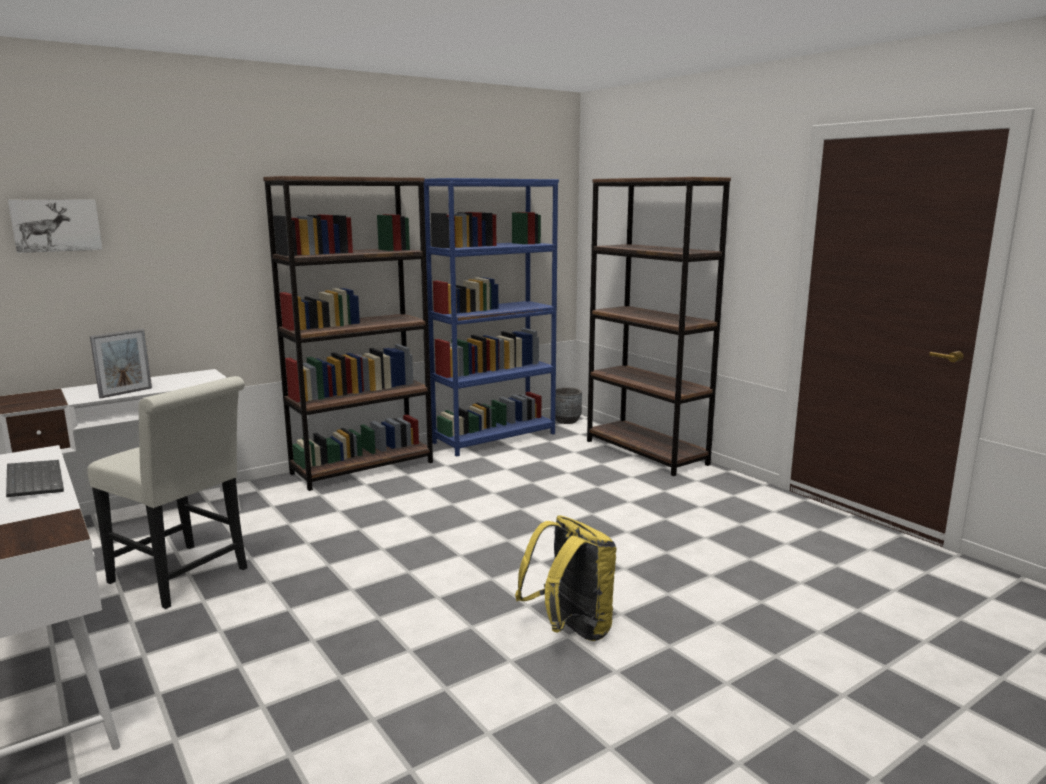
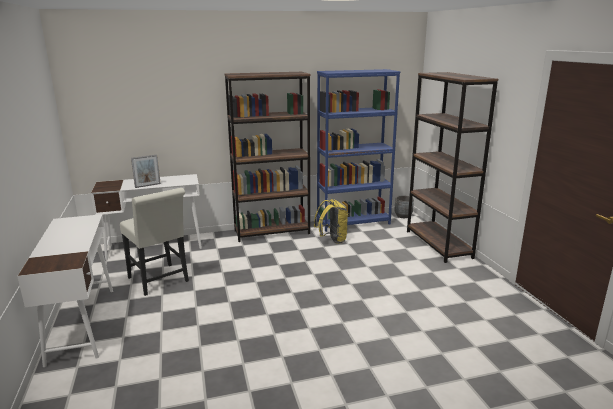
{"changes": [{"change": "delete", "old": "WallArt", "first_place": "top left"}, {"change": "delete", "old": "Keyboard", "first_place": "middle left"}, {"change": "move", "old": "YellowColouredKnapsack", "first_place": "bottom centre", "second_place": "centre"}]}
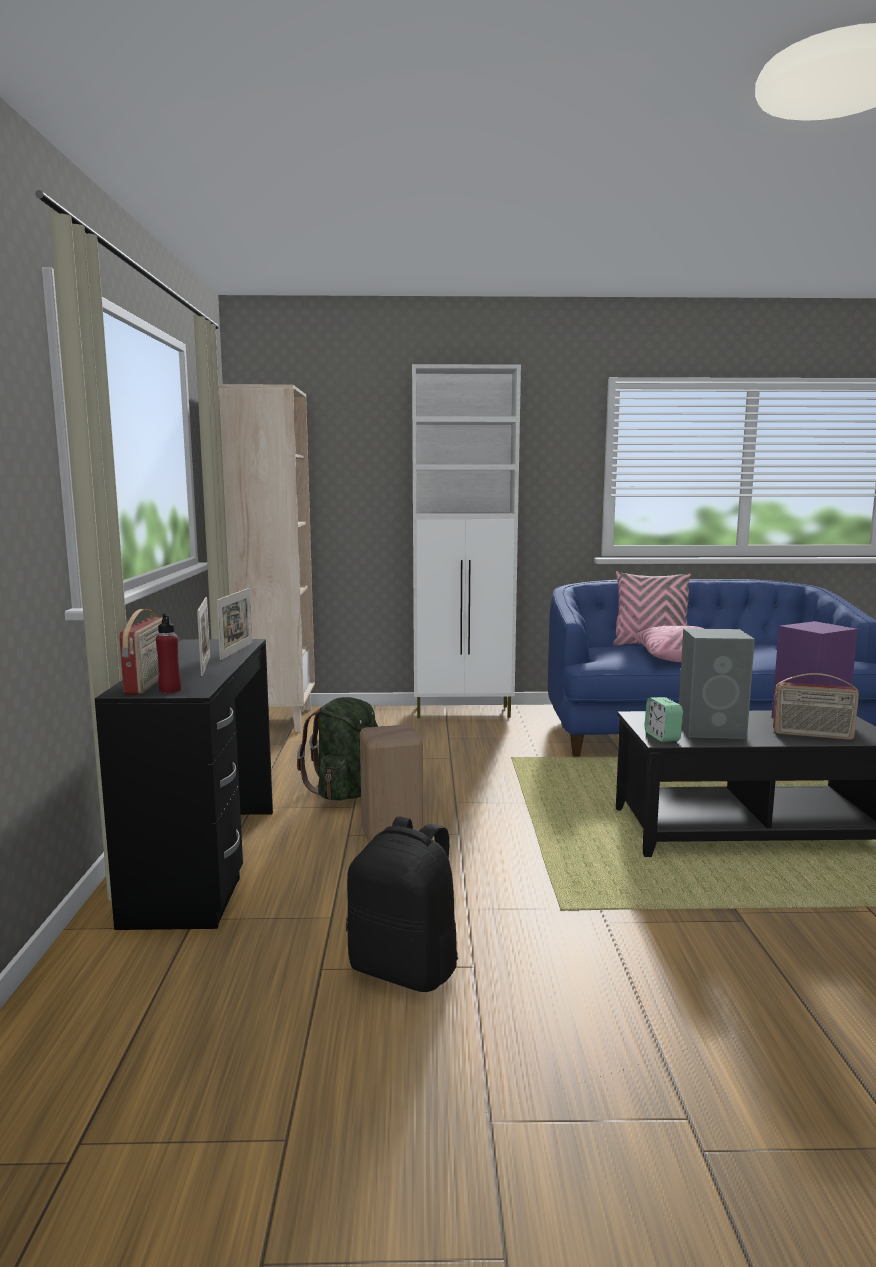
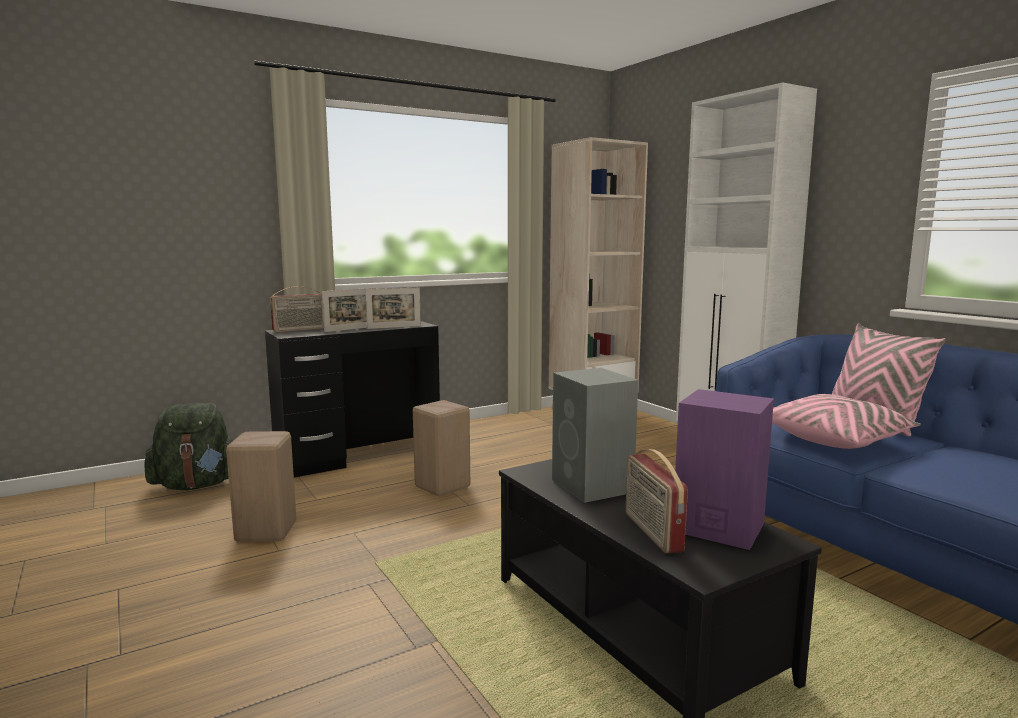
{"changes": [{"change": "delete", "old": "ReddishBottle", "first_place": "middle left"}, {"change": "move", "old": "GreenishKnapsack", "first_place": "centre", "second_place": "middle left"}, {"change": "delete", "old": "TableClock", "first_place": "middle right"}, {"change": "replace", "old": "BlackishKnapsack", "new": "BeigeSittingStool (1st from left)", "first_place": "bottom centre", "second_place": "bottom left"}]}
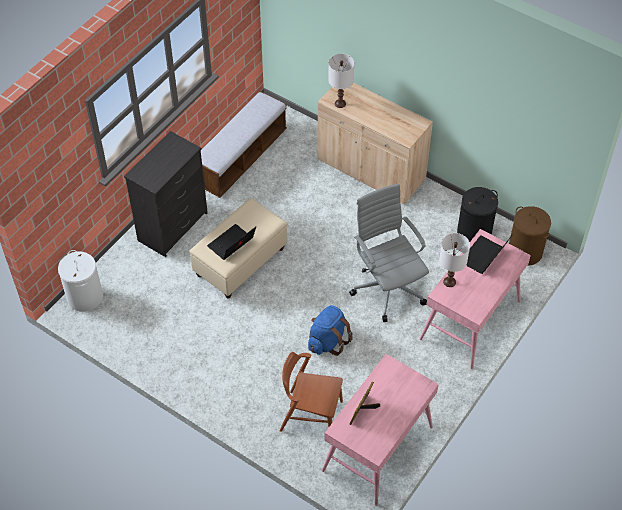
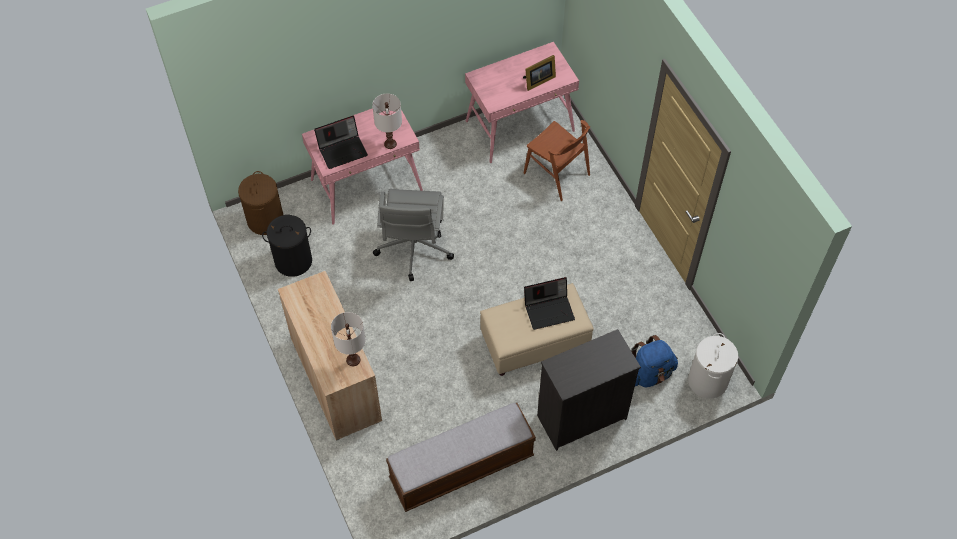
{"changes": [{"change": "move", "old": "BluishKnapsack", "first_place": "centre", "second_place": "bottom right"}]}
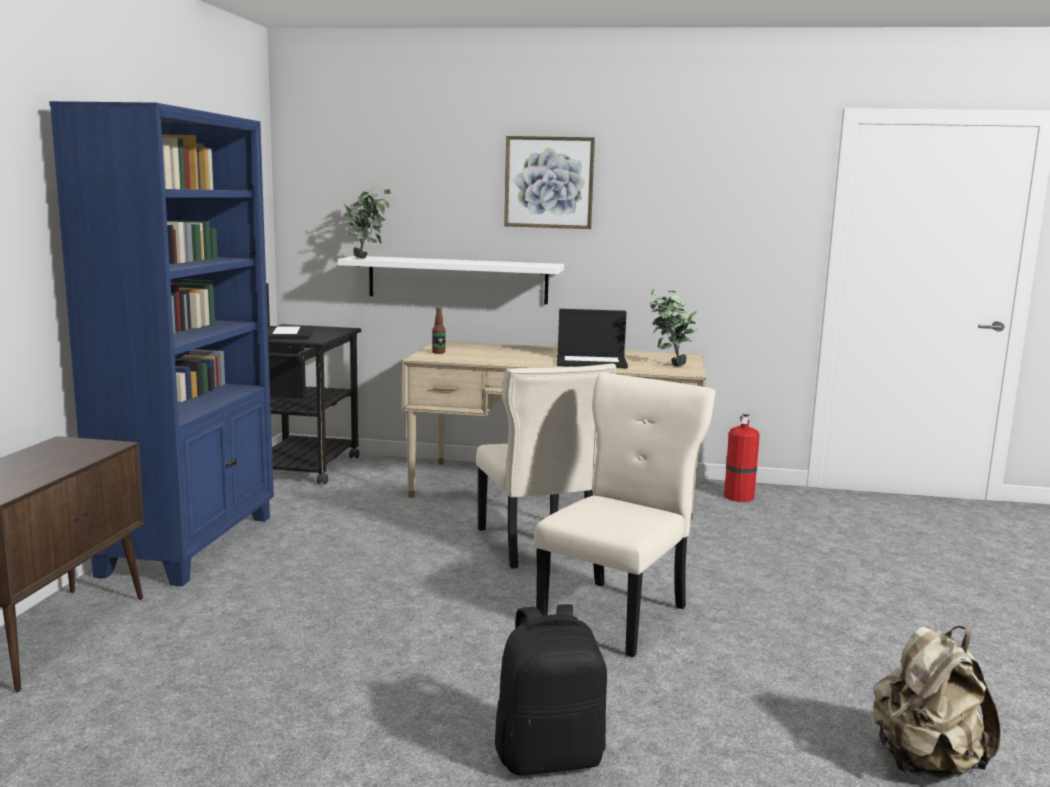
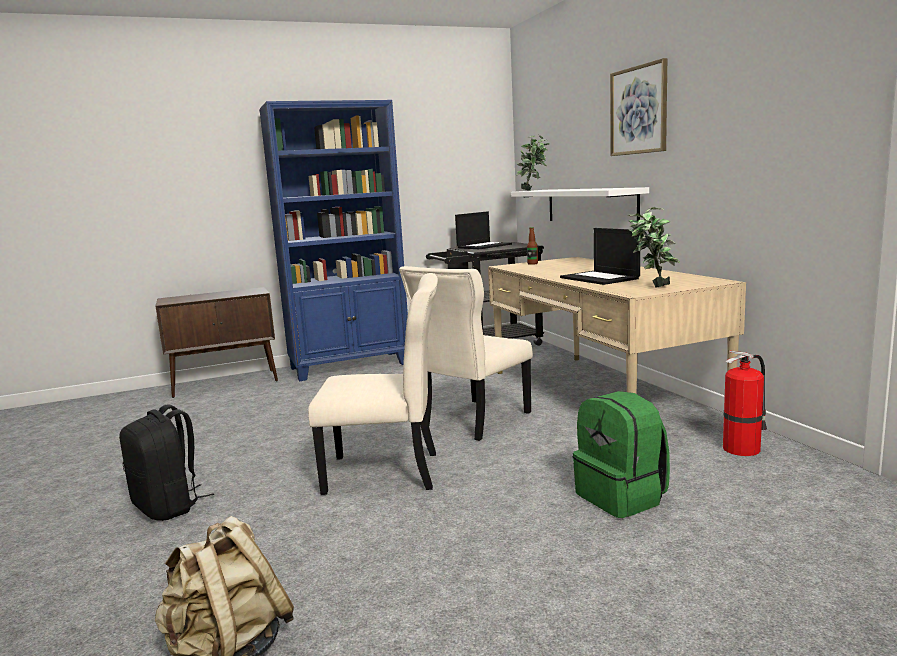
{"changes": [{"change": "insert", "new": "GreenishKnapsack", "second_place": "bottom right"}]}
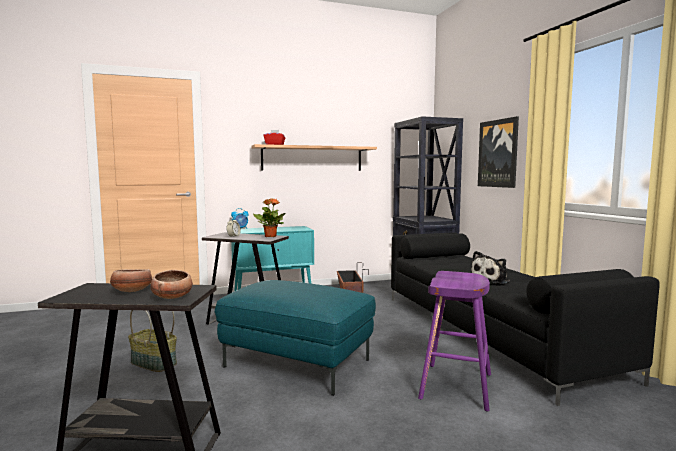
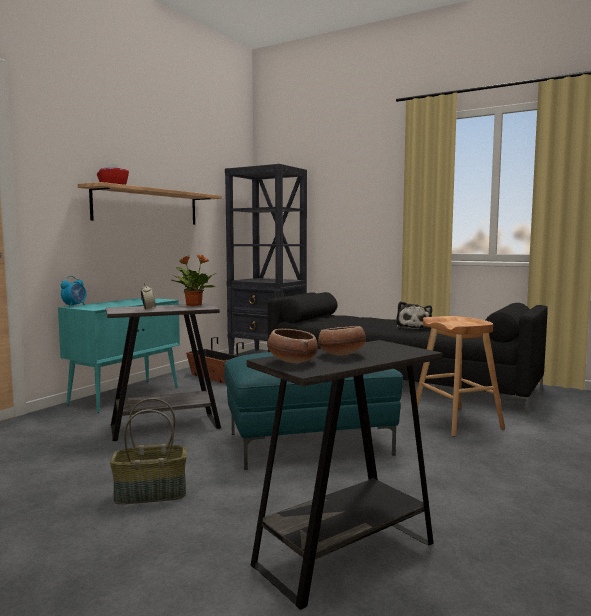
{"changes": [{"change": "delete", "old": "WallArt", "first_place": "middle right"}, {"change": "move", "old": "Bowl (2nd from left in the first image)", "new": "Bowl (1st from left)", "first_place": "middle left", "second_place": "centre"}, {"change": "recolor", "old": "PurpleColouredSittingStool", "new": "BrownishSittingStool", "first_place": "bottom right", "second_place": "middle right"}]}
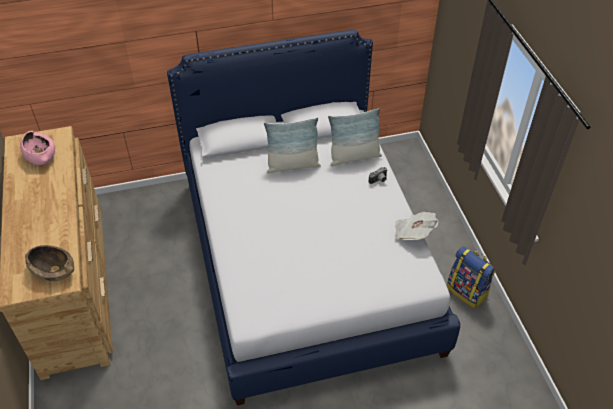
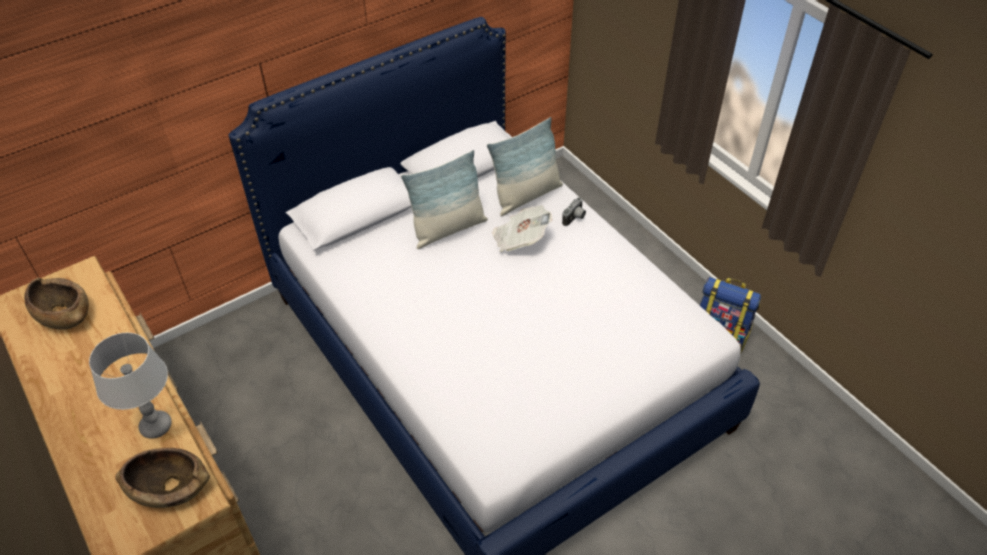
{"changes": [{"change": "recolor", "old": "PinkColouredBowl", "new": "BrownishBowl (1st from left)", "first_place": "middle left", "second_place": "middle left"}, {"change": "move", "old": "DailyPaper", "first_place": "middle right", "second_place": "centre"}, {"change": "insert", "new": "GreyTabletopLamp", "second_place": "bottom left"}]}
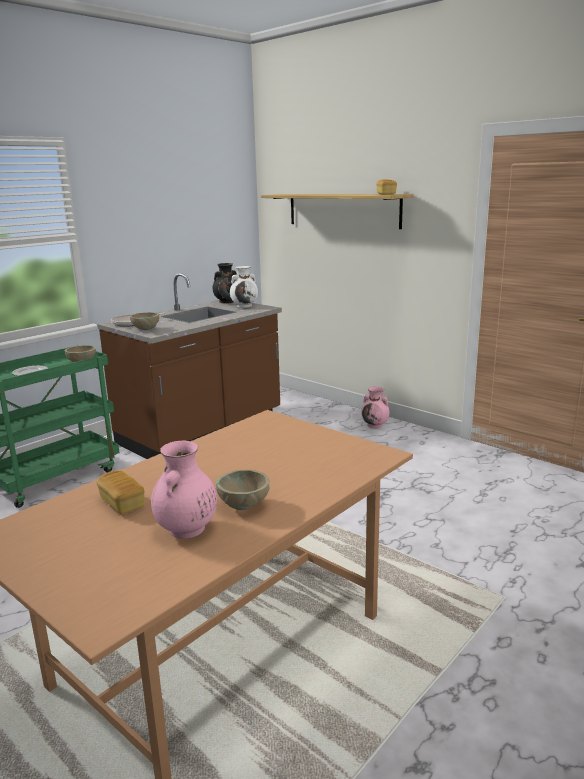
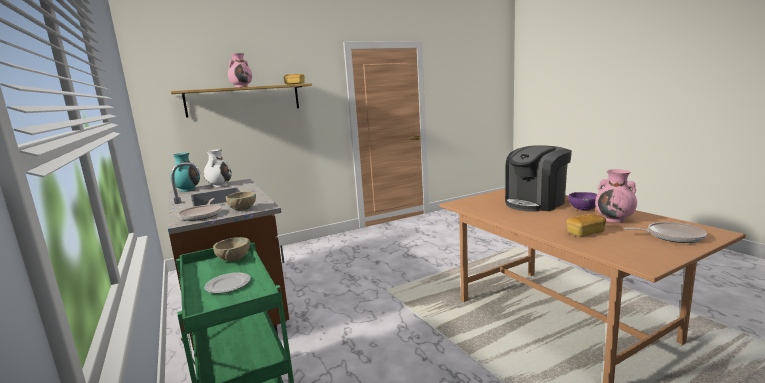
{"changes": [{"change": "recolor", "old": "BlackishFlowerVase", "new": "TurquoiseColouredFlowerVase", "first_place": "centre", "second_place": "middle left"}, {"change": "move", "old": "PinkColouredFlowerVase (2nd from left in the first image)", "new": "PinkColouredFlowerVase (1st from left)", "first_place": "centre", "second_place": "top left"}, {"change": "recolor", "old": "BeigeBowl (3rd from left)", "new": "PurpleColouredBowl", "first_place": "centre", "second_place": "middle right"}, {"change": "insert", "new": "CoffeeBrewer", "second_place": "middle right"}, {"change": "insert", "new": "FryingPan (2nd from left)", "second_place": "middle right"}]}
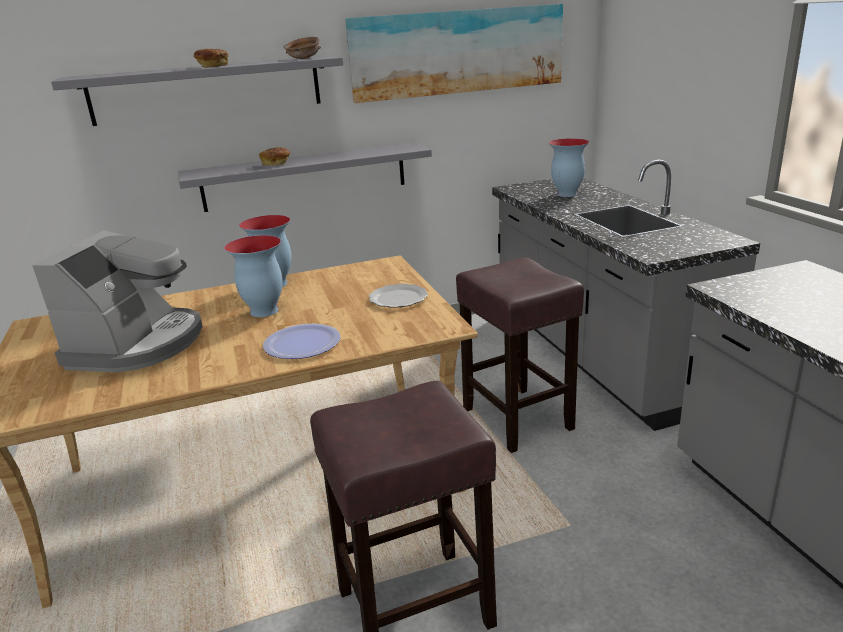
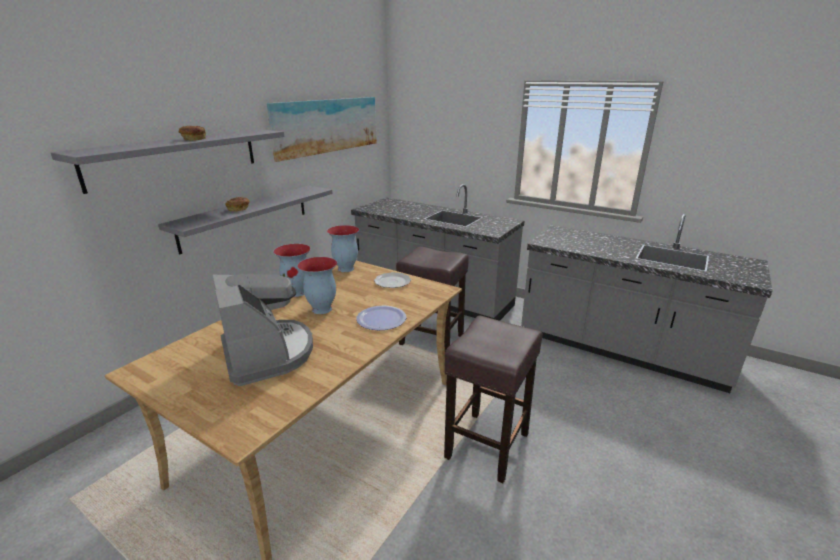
{"changes": [{"change": "delete", "old": "BrownishBowl", "first_place": "top centre"}, {"change": "move", "old": "FlowerVase (3rd from left)", "first_place": "top right", "second_place": "centre"}]}
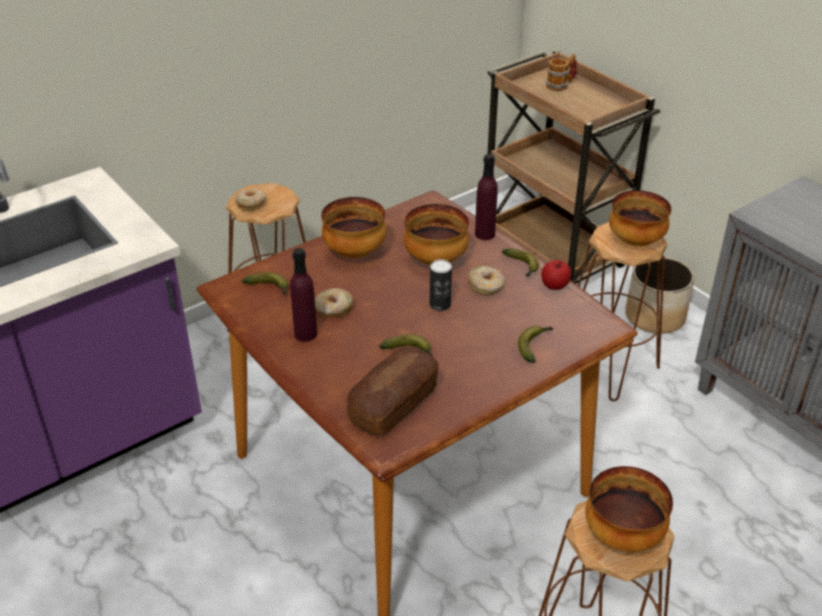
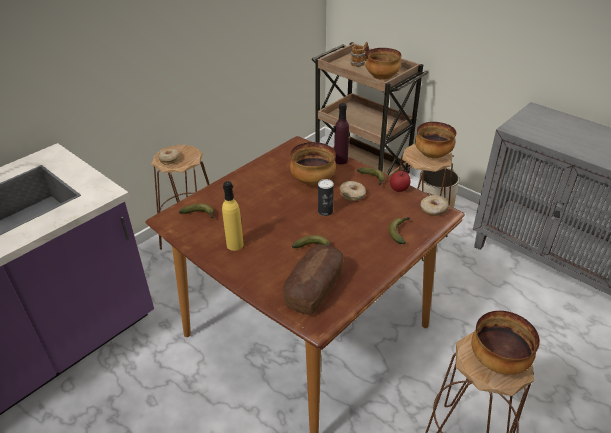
{"changes": [{"change": "move", "old": "Bowl (1st from left in the first image)", "new": "Bowl (2nd from left)", "first_place": "centre", "second_place": "top centre"}, {"change": "recolor", "old": "PurpleColouredBottle (1st from left)", "new": "YellowColouredBottle", "first_place": "centre", "second_place": "centre"}, {"change": "move", "old": "RingDoughnut (2nd from left in the first image)", "new": "RingDoughnut (3rd from left)", "first_place": "centre", "second_place": "middle right"}]}
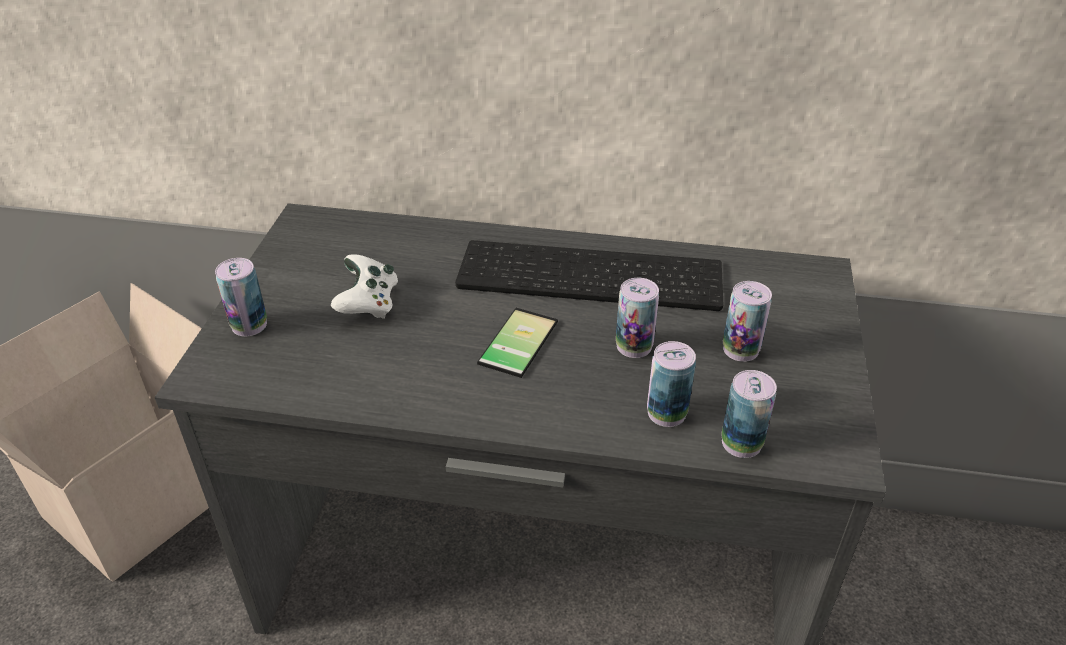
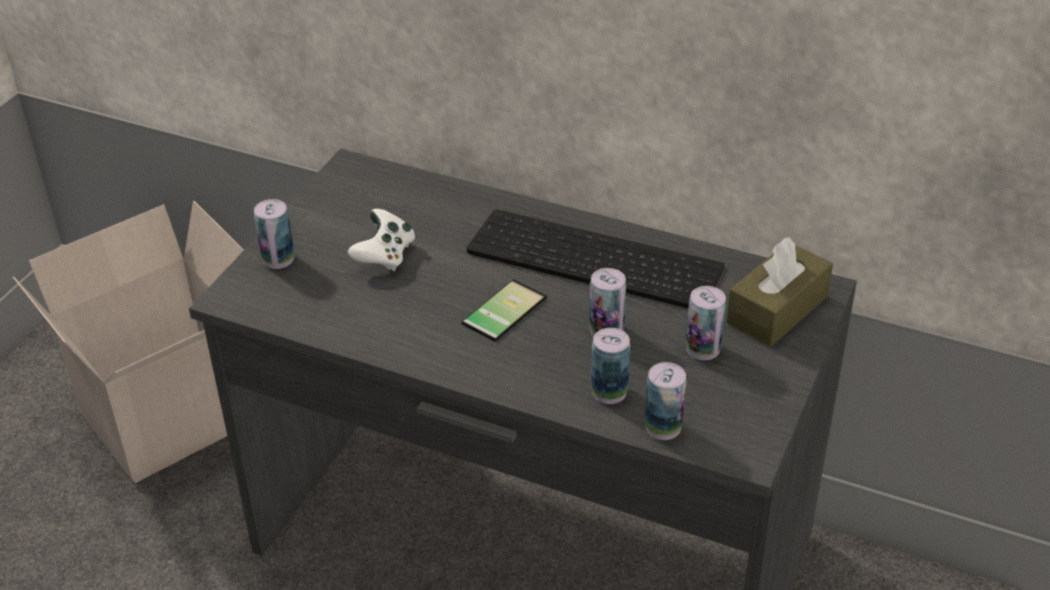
{"changes": [{"change": "insert", "new": "BrownishBoxOfTissues", "second_place": "middle right"}]}
